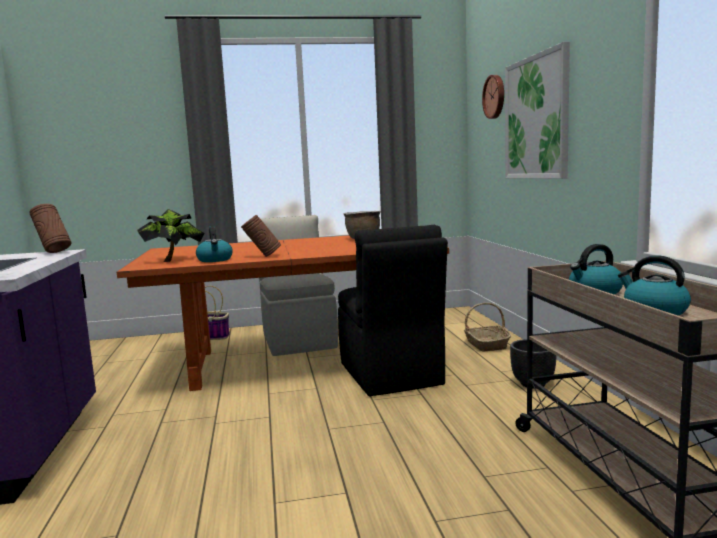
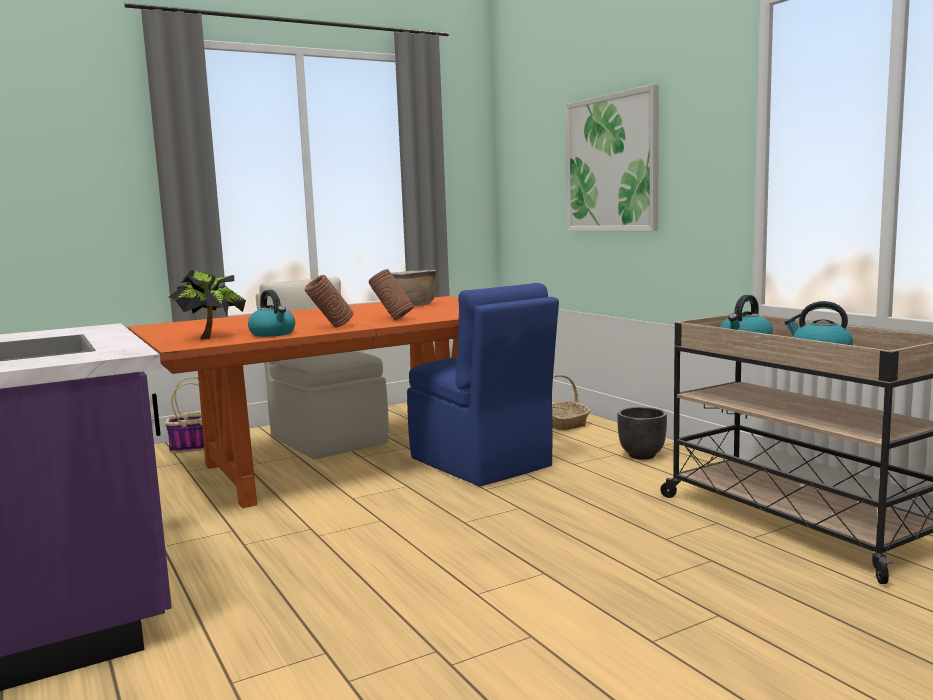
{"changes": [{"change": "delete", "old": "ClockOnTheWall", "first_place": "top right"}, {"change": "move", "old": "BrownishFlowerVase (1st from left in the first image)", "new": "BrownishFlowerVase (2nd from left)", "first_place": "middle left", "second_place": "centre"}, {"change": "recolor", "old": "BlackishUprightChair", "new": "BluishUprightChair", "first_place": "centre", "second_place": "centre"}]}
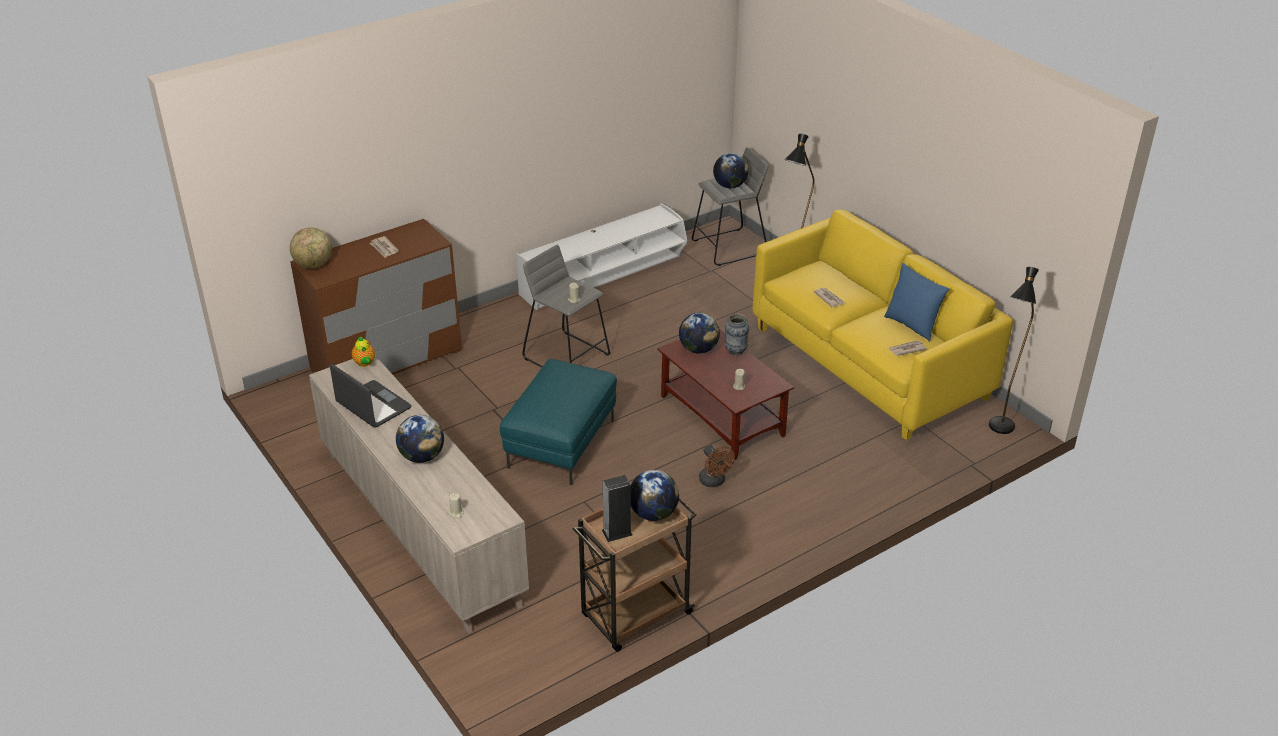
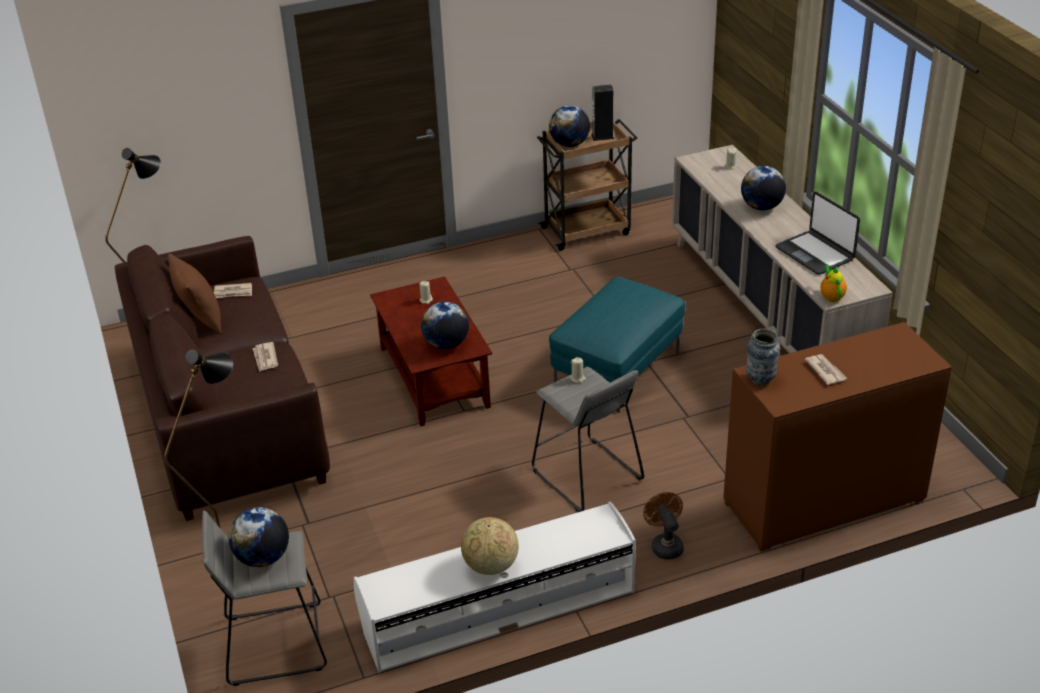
{"changes": [{"change": "recolor", "old": "YellowColouredSettee", "new": "BrownishSettee", "first_place": "middle right", "second_place": "middle left"}, {"change": "move", "old": "WorldGlobe (1st from left in the first image)", "new": "WorldGlobe (3rd from left)", "first_place": "middle left", "second_place": "bottom centre"}, {"change": "recolor", "old": "BluishThrowPillow", "new": "BrownishThrowPillow", "first_place": "middle right", "second_place": "middle left"}, {"change": "move", "old": "FlowerVase", "first_place": "centre", "second_place": "middle right"}, {"change": "move", "old": "BrownishFan", "first_place": "centre", "second_place": "bottom centre"}]}
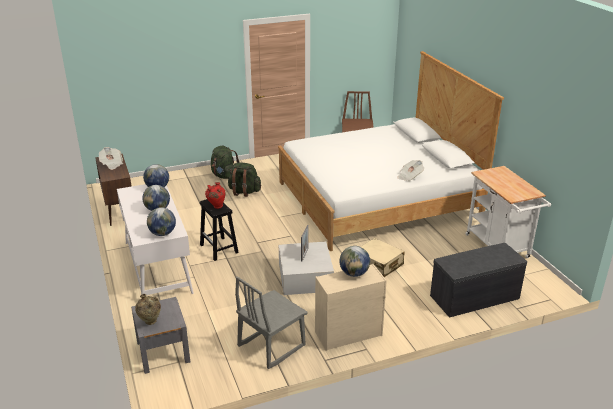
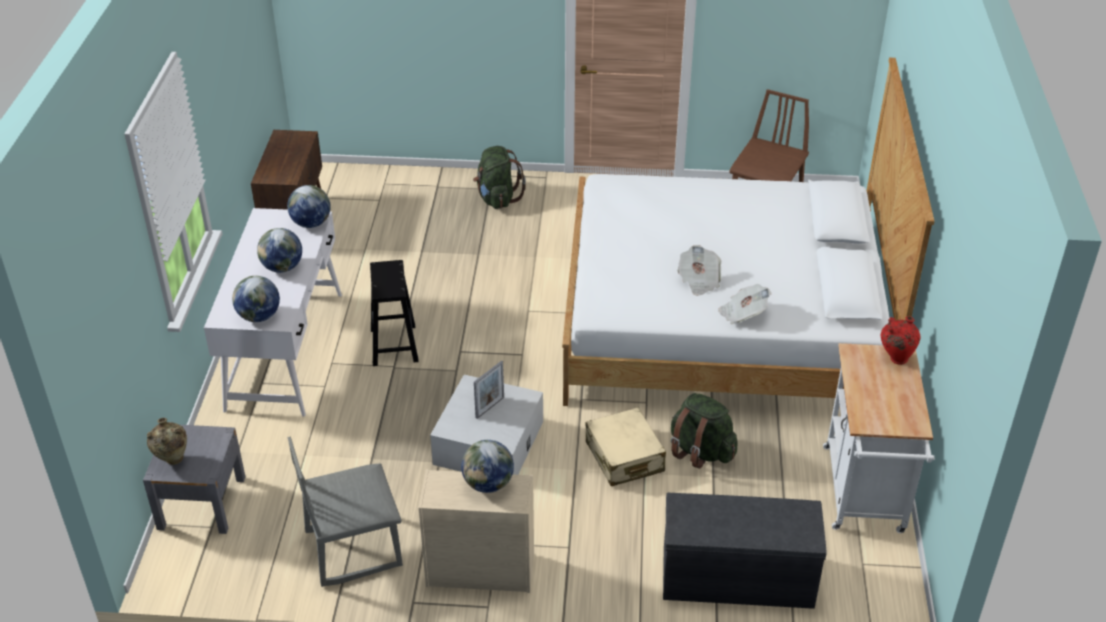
{"changes": [{"change": "move", "old": "DailyPaper (1st from left)", "first_place": "middle left", "second_place": "centre"}, {"change": "move", "old": "GreenishKnapsack (2nd from left)", "first_place": "centre", "second_place": "bottom centre"}, {"change": "move", "old": "ReddishFlowerVase", "first_place": "centre", "second_place": "middle right"}]}
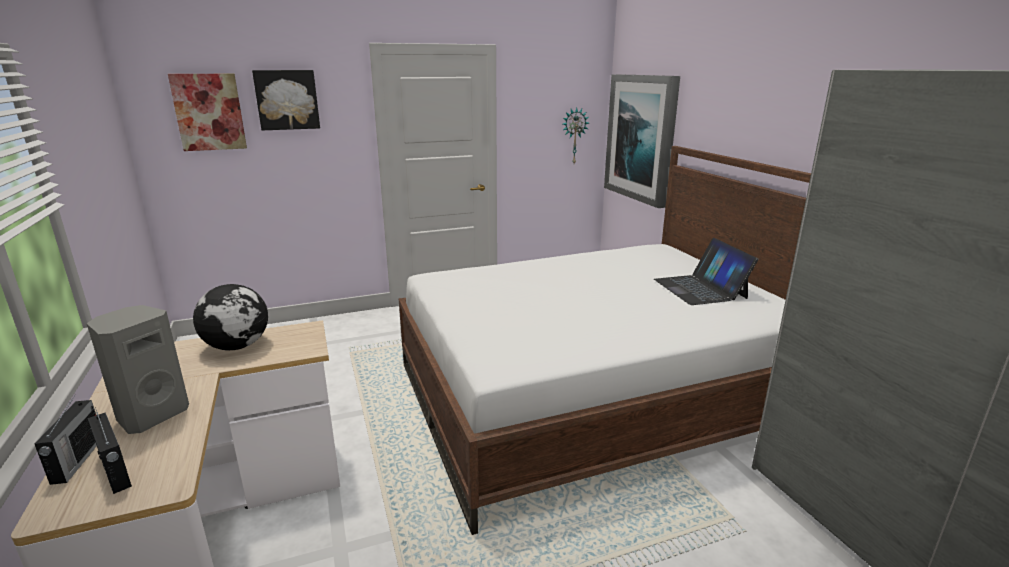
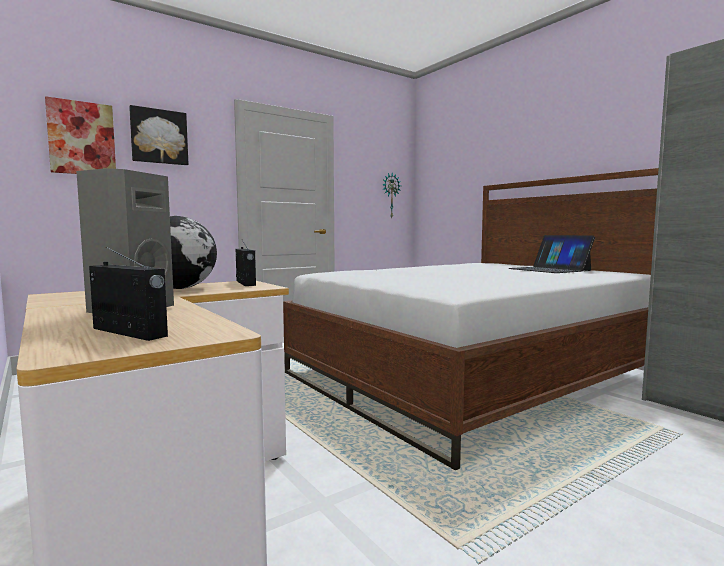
{"changes": [{"change": "delete", "old": "WallArt (3rd from left)", "first_place": "top centre"}, {"change": "move", "old": "RadioSet (1st from left in the first image)", "new": "RadioSet (2nd from left)", "first_place": "bottom left", "second_place": "centre"}]}
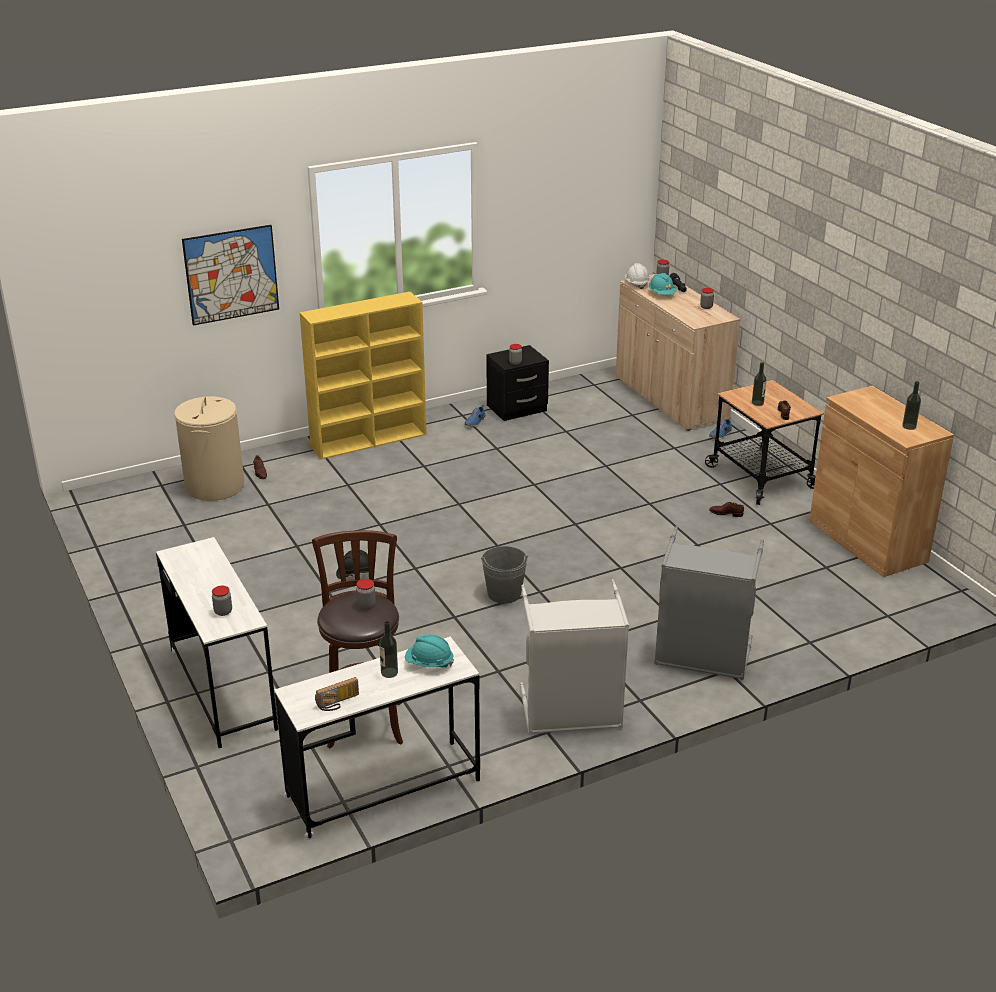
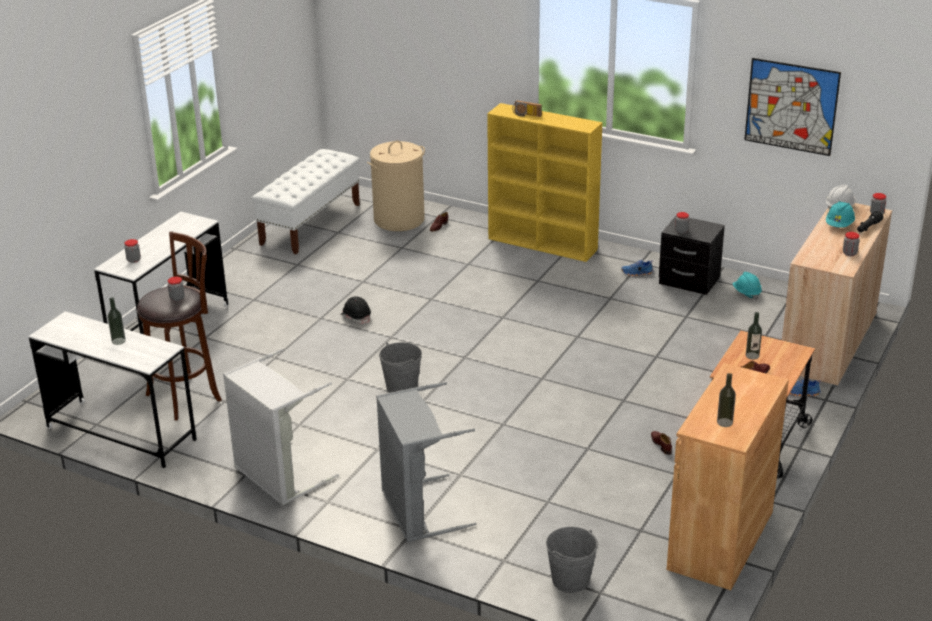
{"changes": [{"change": "move", "old": "WallArt", "first_place": "top left", "second_place": "top right"}, {"change": "move", "old": "TurquoiseColouredSafetyHelmet (1st from left)", "first_place": "centre", "second_place": "middle right"}, {"change": "move", "old": "RadioSet", "first_place": "bottom centre", "second_place": "top centre"}, {"change": "insert", "new": "WhiteColouredIndoorBench", "second_place": "top left"}, {"change": "insert", "new": "GreyWaterBucket (2nd from left)", "second_place": "bottom centre"}]}
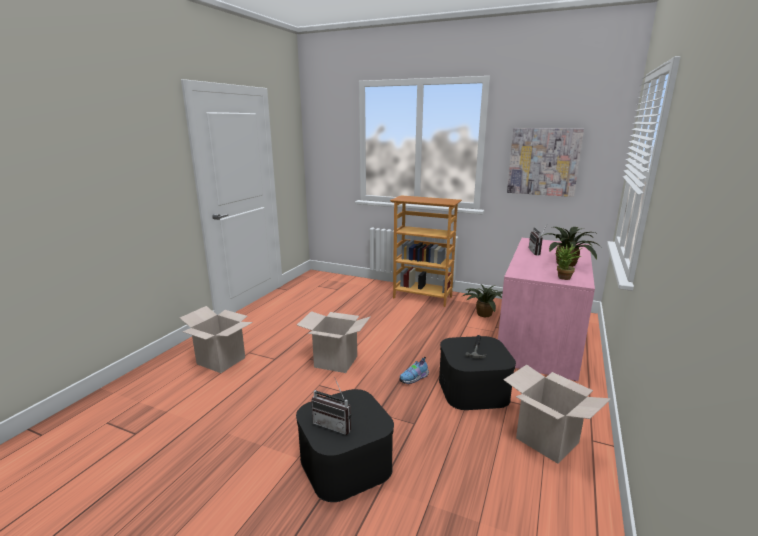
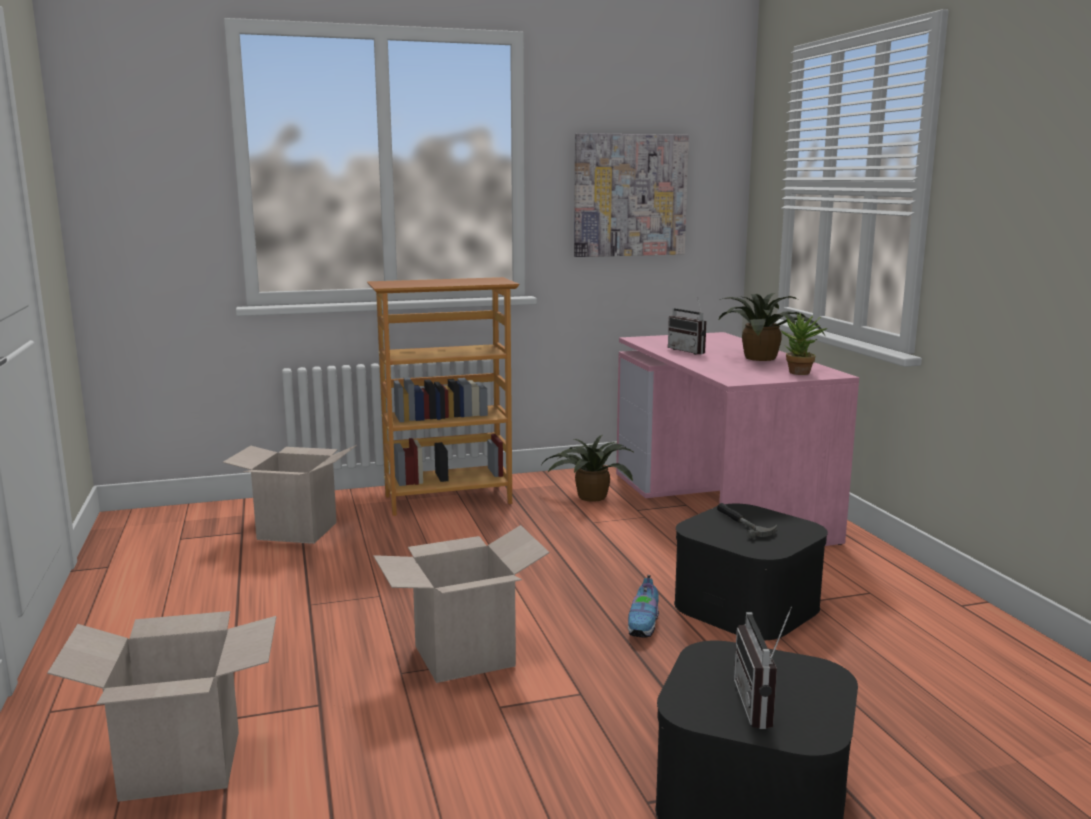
{"changes": [{"change": "move", "old": "CardboardBox (3rd from left in the first image)", "new": "CardboardBox (2nd from left)", "first_place": "bottom right", "second_place": "middle left"}, {"change": "rotate", "old": "RadioSet (1st from left in the first image)", "first_place": "bottom centre", "second_place": "bottom right", "degrees": 105}]}
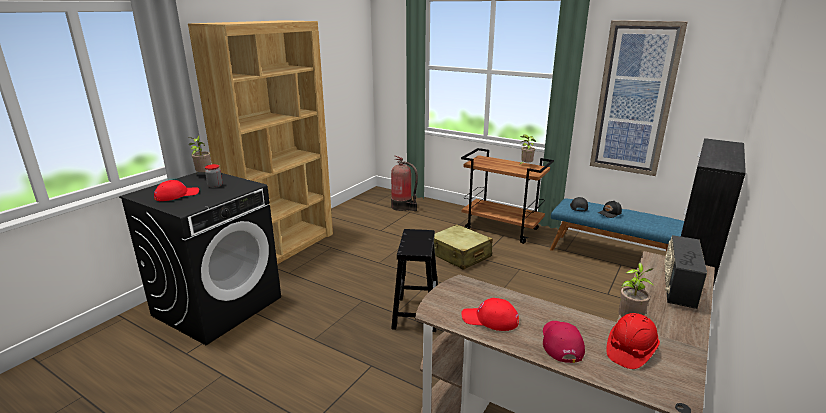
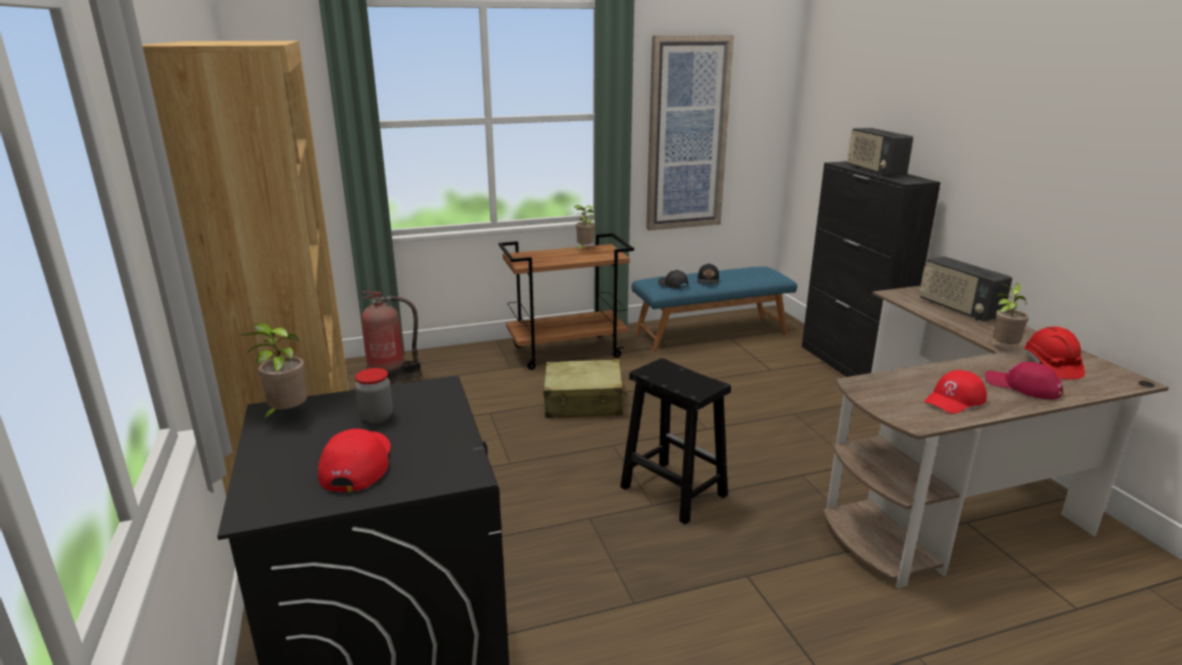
{"changes": [{"change": "insert", "new": "RadioSet (1st from left)", "second_place": "top right"}]}
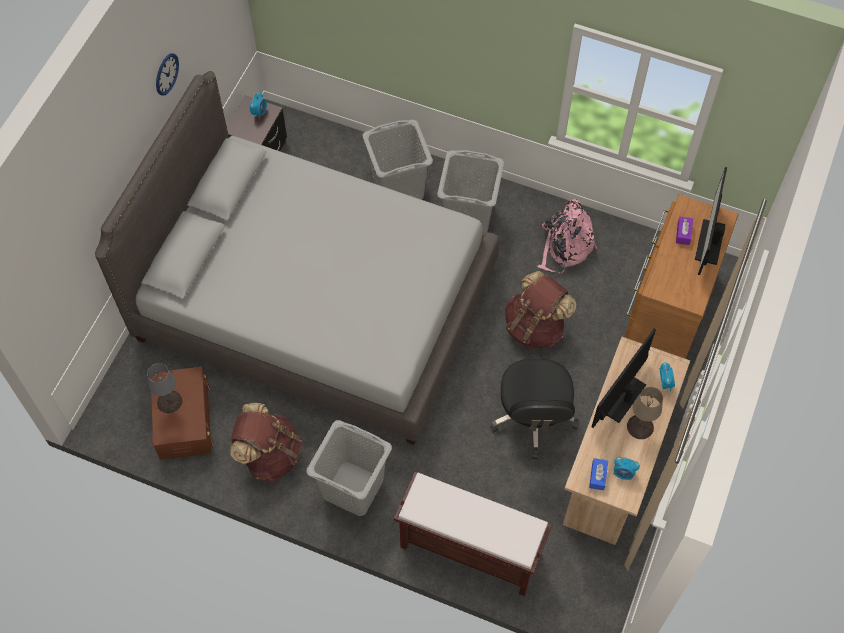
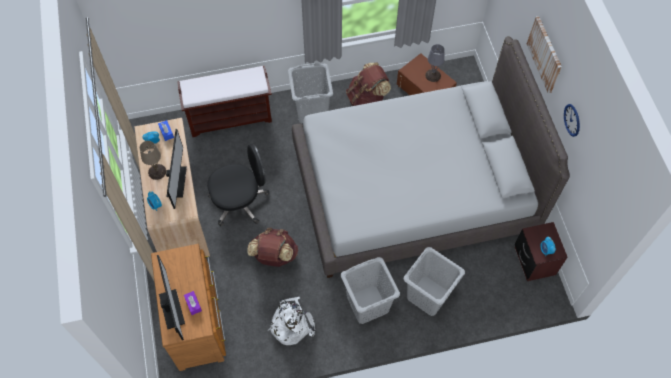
{"changes": [{"change": "recolor", "old": "PinkColouredKnapsack", "new": "WhiteColouredKnapsack", "first_place": "middle right", "second_place": "bottom centre"}, {"change": "rotate", "old": "BlackishComputerChair", "first_place": "centre", "second_place": "centre", "degrees": 105}, {"change": "insert", "new": "WallArt", "second_place": "top right"}]}
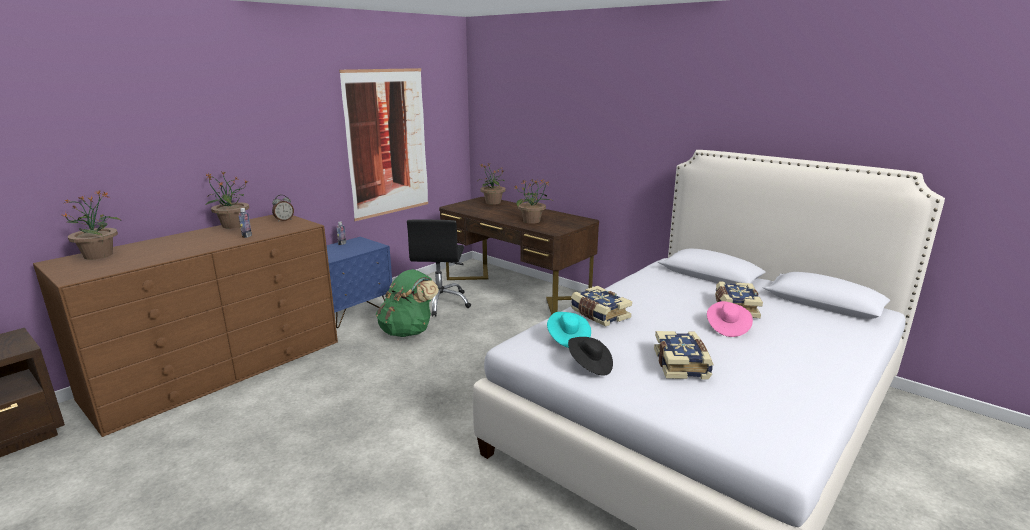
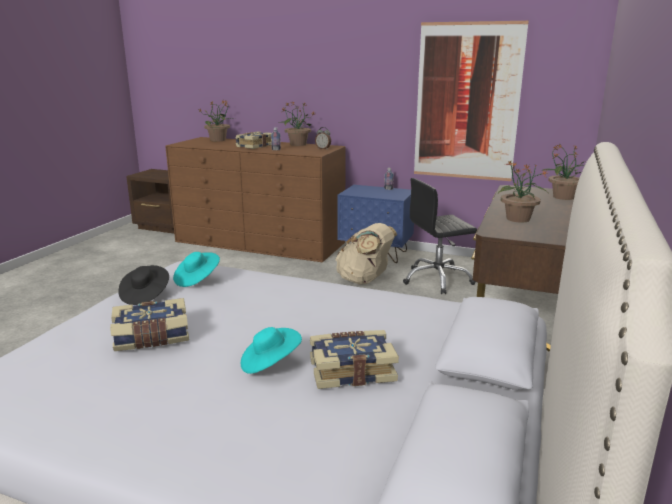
{"changes": [{"change": "recolor", "old": "GreenishKnapsack", "new": "BeigeKnapsack", "first_place": "centre", "second_place": "centre"}, {"change": "move", "old": "BoundBook (1st from left in the first image)", "new": "BoundBook (2nd from left)", "first_place": "centre", "second_place": "top centre"}, {"change": "recolor", "old": "PinkColouredWearableHat", "new": "TurquoiseColouredWearableHat (2nd from left)", "first_place": "middle right", "second_place": "bottom centre"}]}
